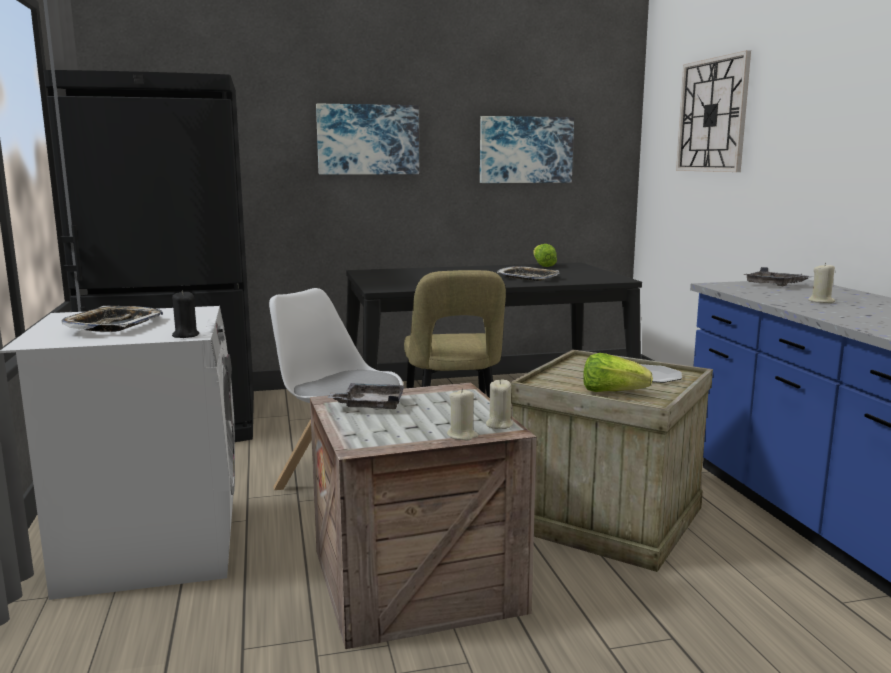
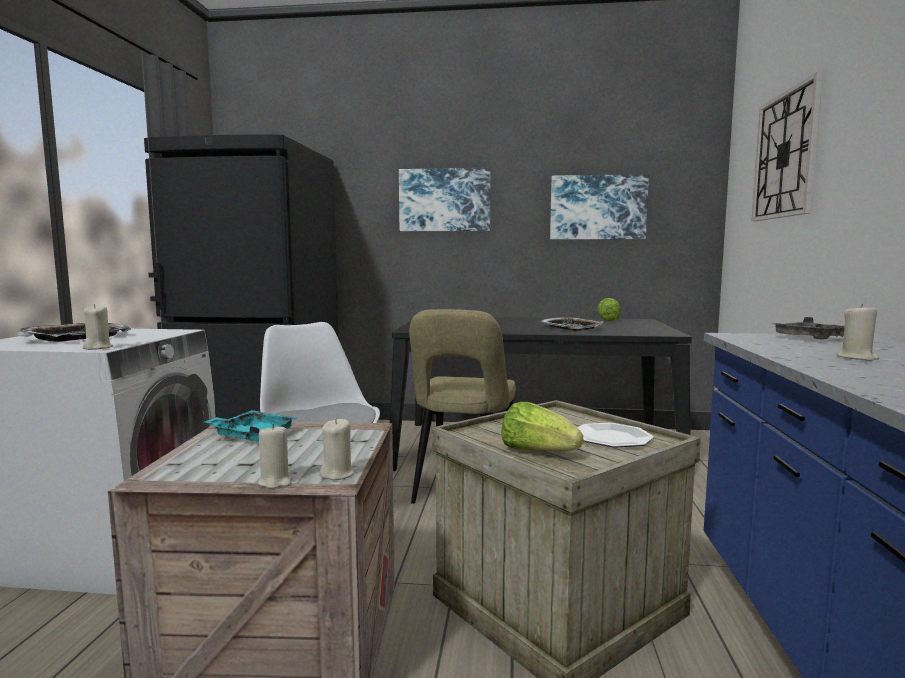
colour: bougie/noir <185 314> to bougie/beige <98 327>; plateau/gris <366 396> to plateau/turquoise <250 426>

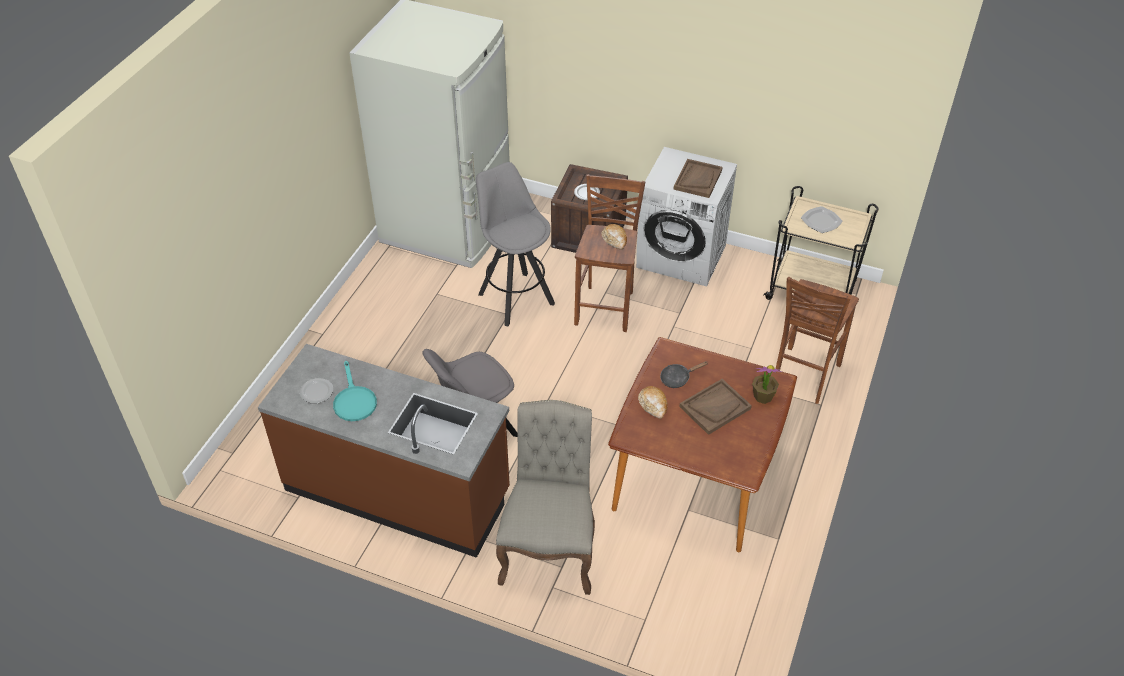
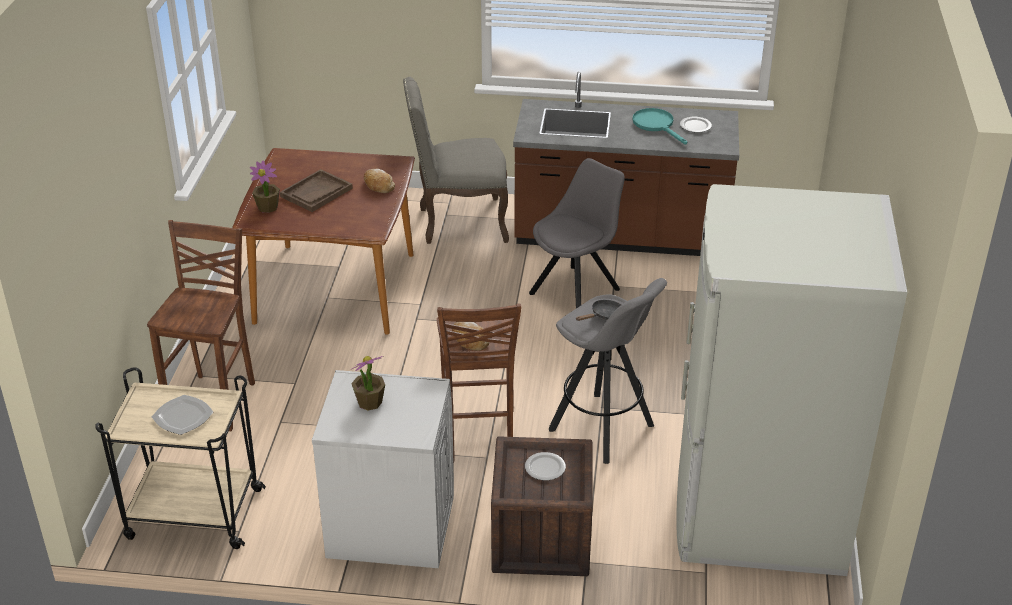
relocated: poêle/noir <684 374> to <599 310>
exchanged: plateau/marron <698 178> to plante en pot <368 383>
spun: chaise/gris <545 497> = <456 160> 90 degrees clockwise

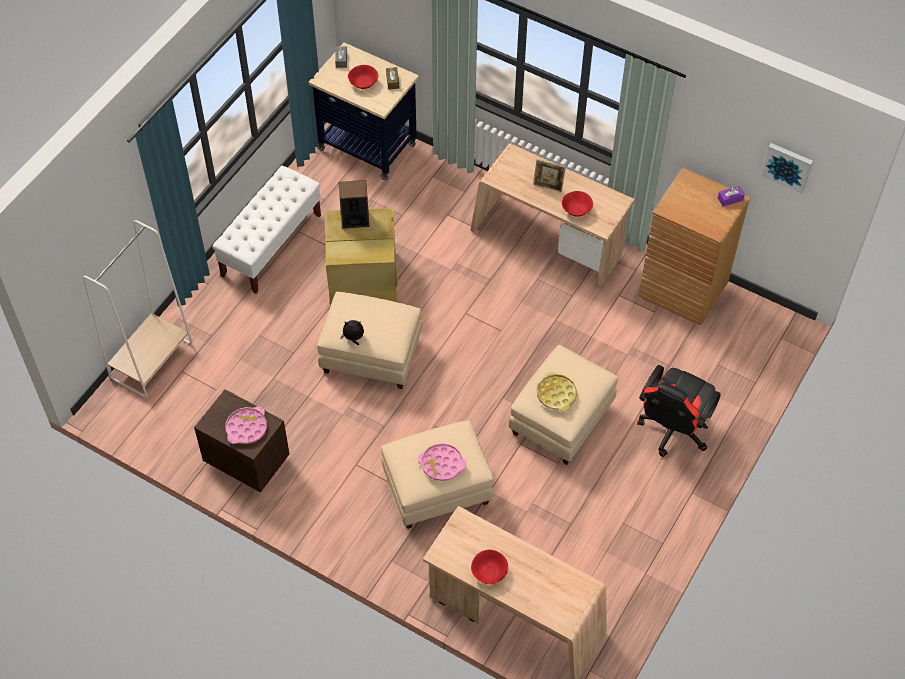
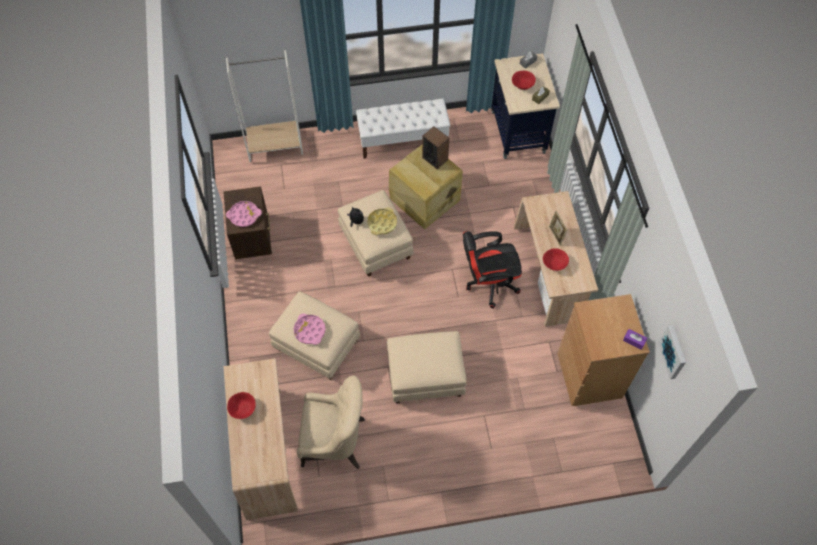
appeared: chaise/beige <331 422>
relocated: chaise de bureau/noir <679 411> to <492 270>; plateau/jaune <557 391> to <382 221>

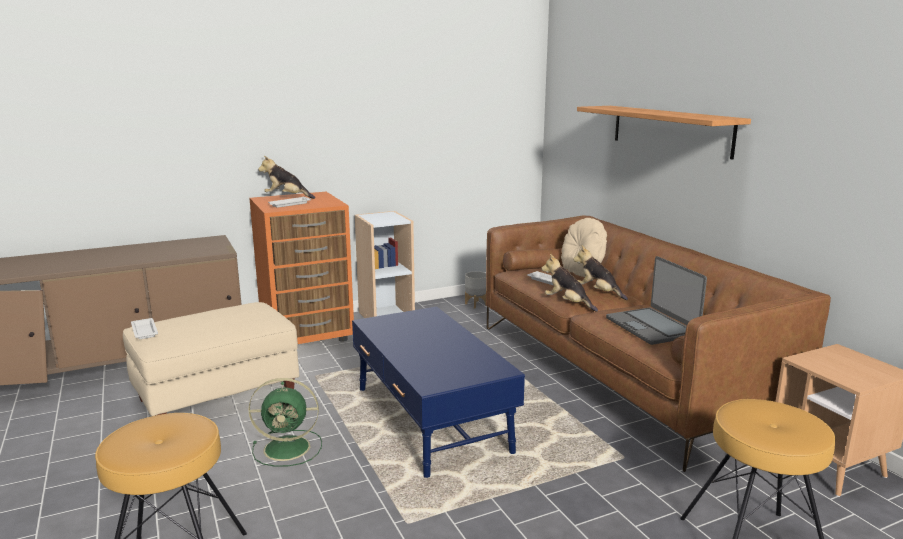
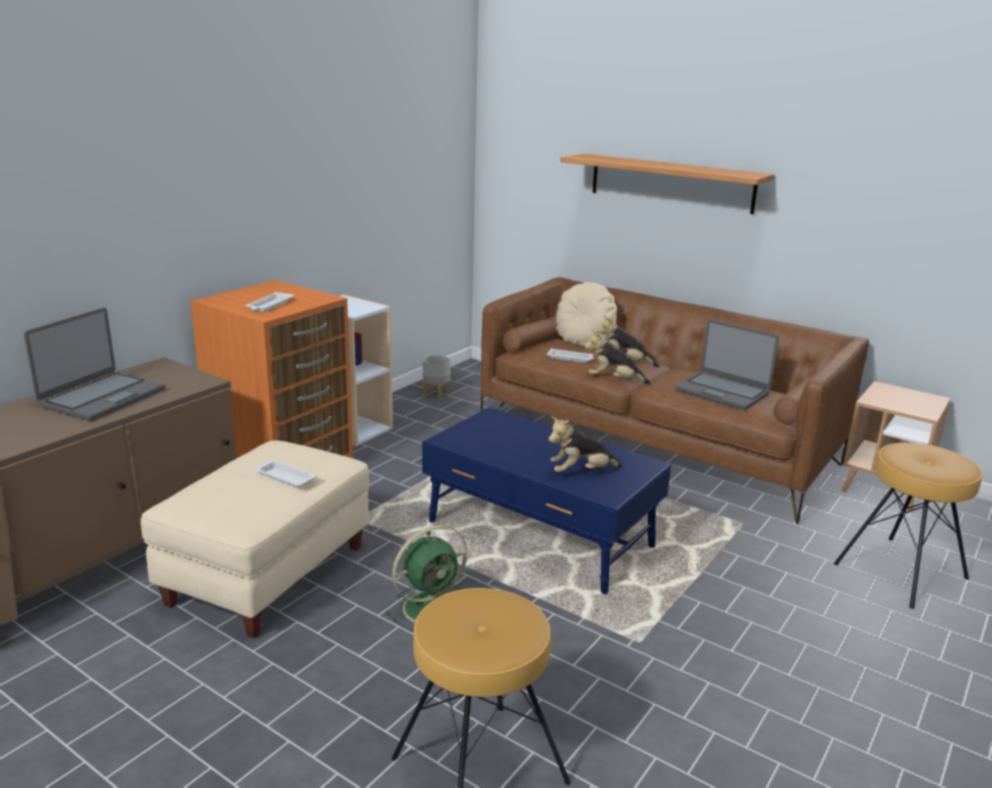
appeared: ordinateur portable <94 364>
relocated: peluche <286 177> to <585 444>; plateau/blanc <144 328> to <286 474>

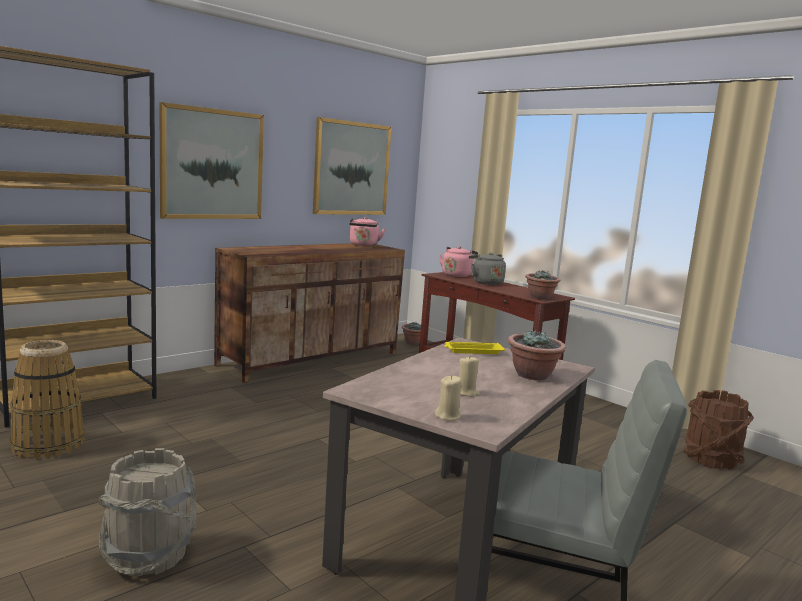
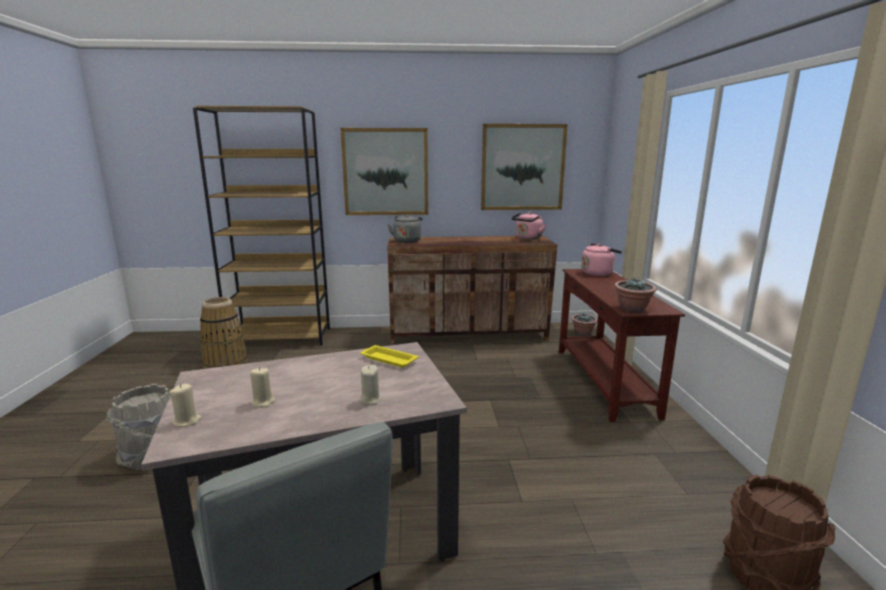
relocated: bouilloire/gris <487 268> to <405 229>
exchanged: plante en pot <537 355> to bougie/beige <370 385>

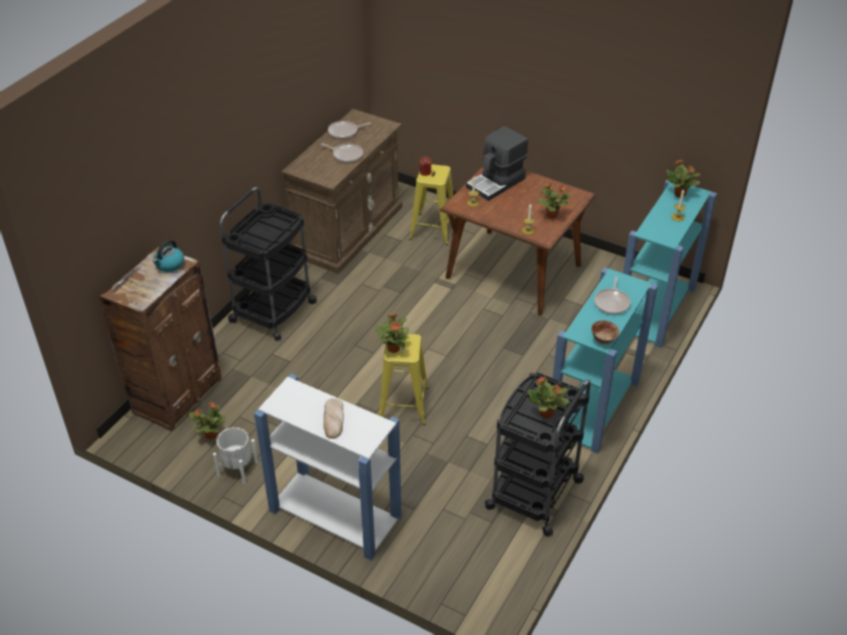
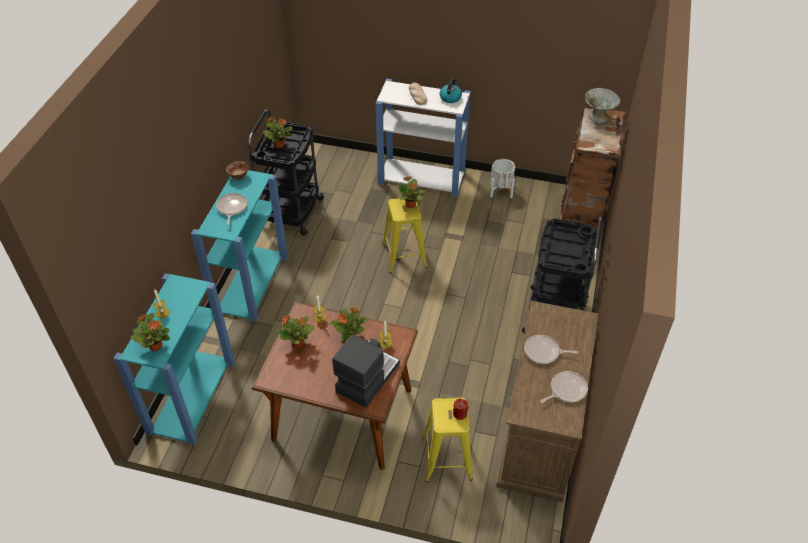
appeared: bol/gris <602 105>
relocated: bouilloire <168 255> to <451 90>; plante en pot <207 420> to <349 324>

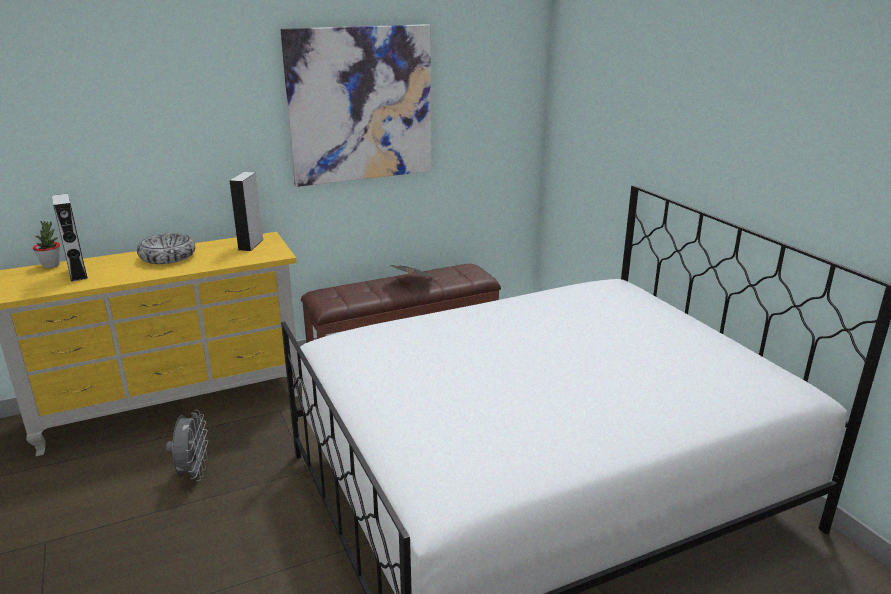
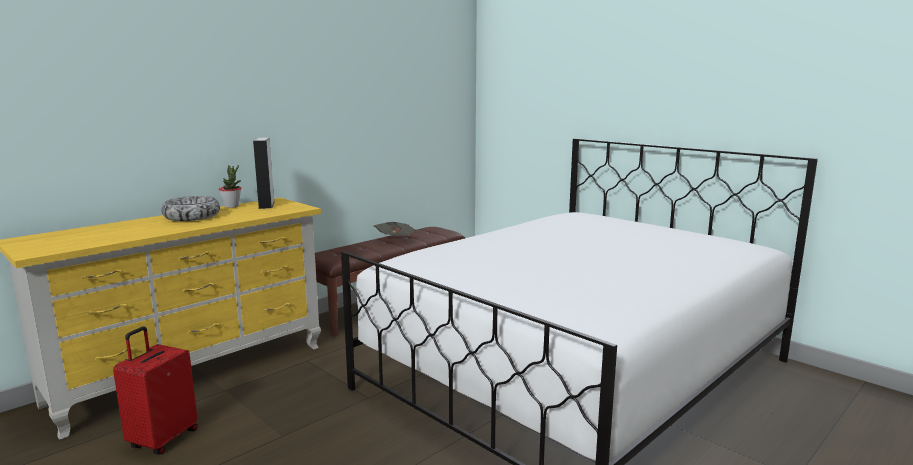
missing: tableau <356 105>; enceinte/gris <70 238>; ventilateur/gris <187 445>
appeared: valise/rouge <155 390>
relocated: plante en pot <46 244> to <230 186>

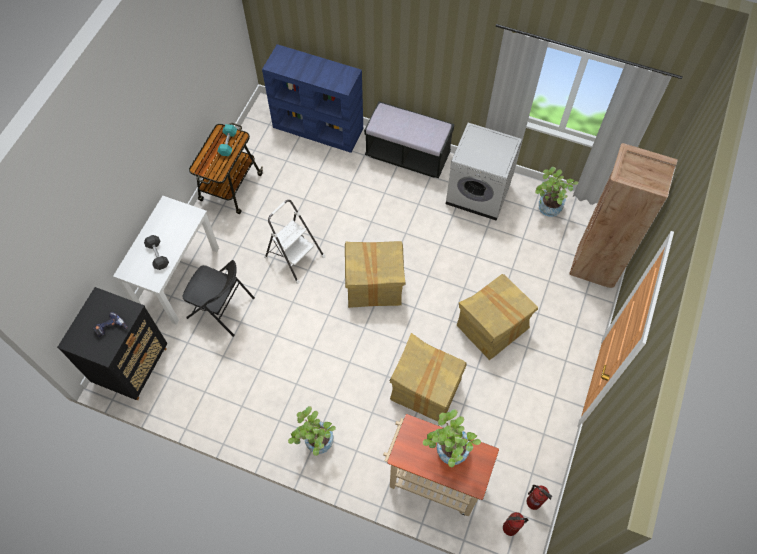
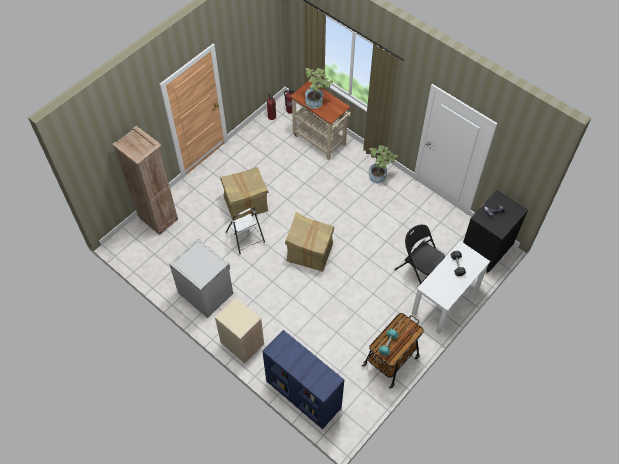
missing: plante en pot <557 192>; carton <428 377>
relocated: escabeau/blanc <295 242> to <245 232>
exchanged: banc/noir <409 139> to bibliothèque/beige <239 330>

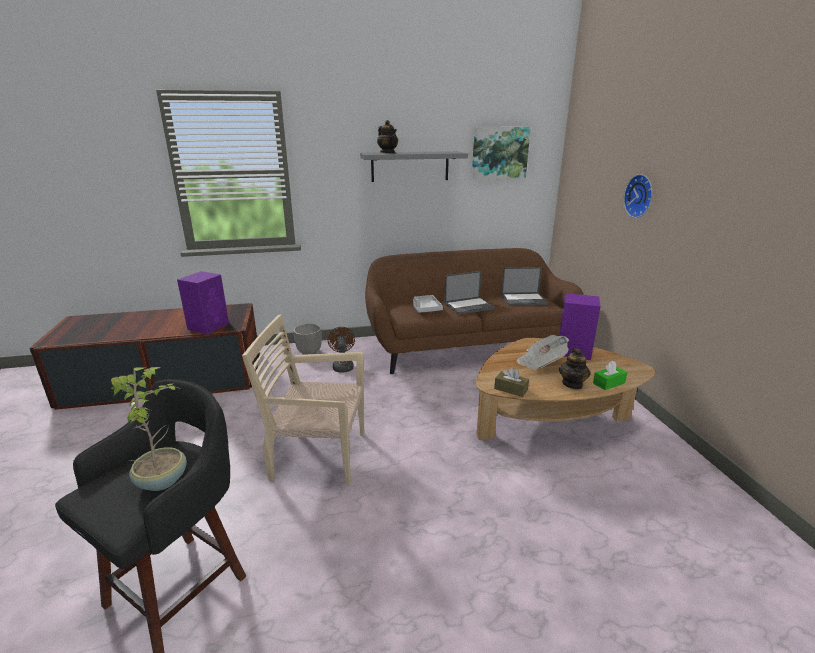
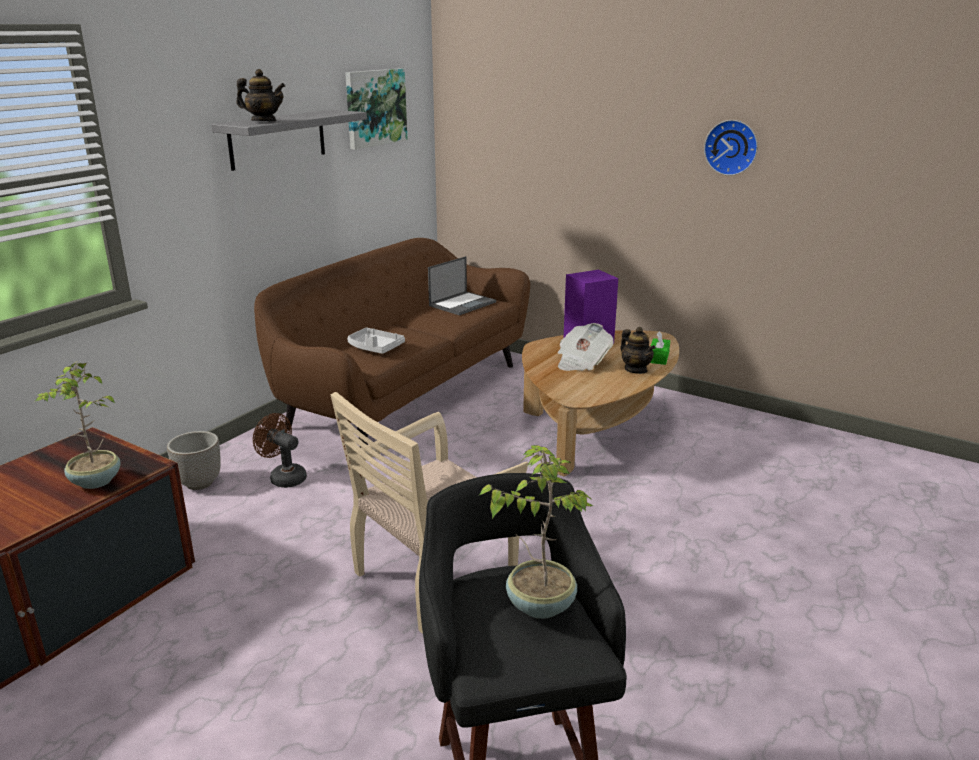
missing: ordinateur portable <469 293>; boîte à mouchoirs/marron <511 382>
relocated: horloge murale <638 196> to <731 148>
exchanged: enceinte/violet <203 302> to plante en pot <78 425>

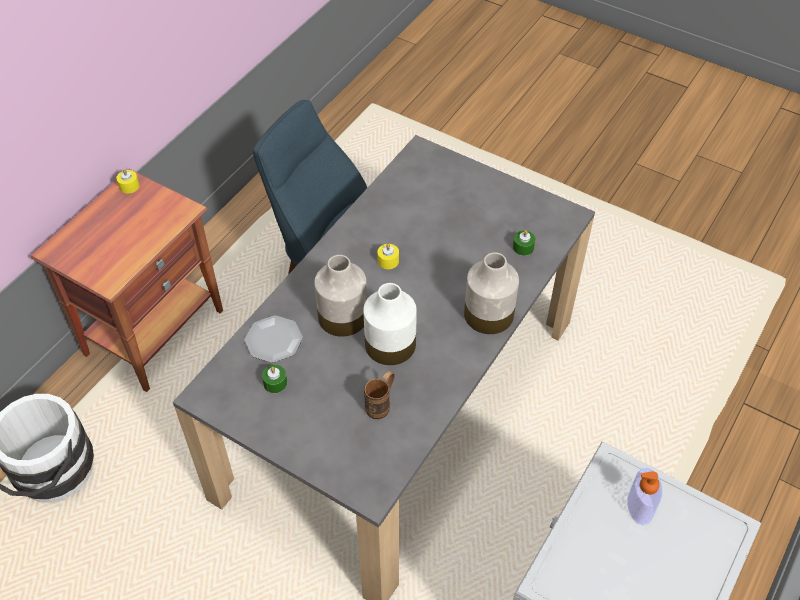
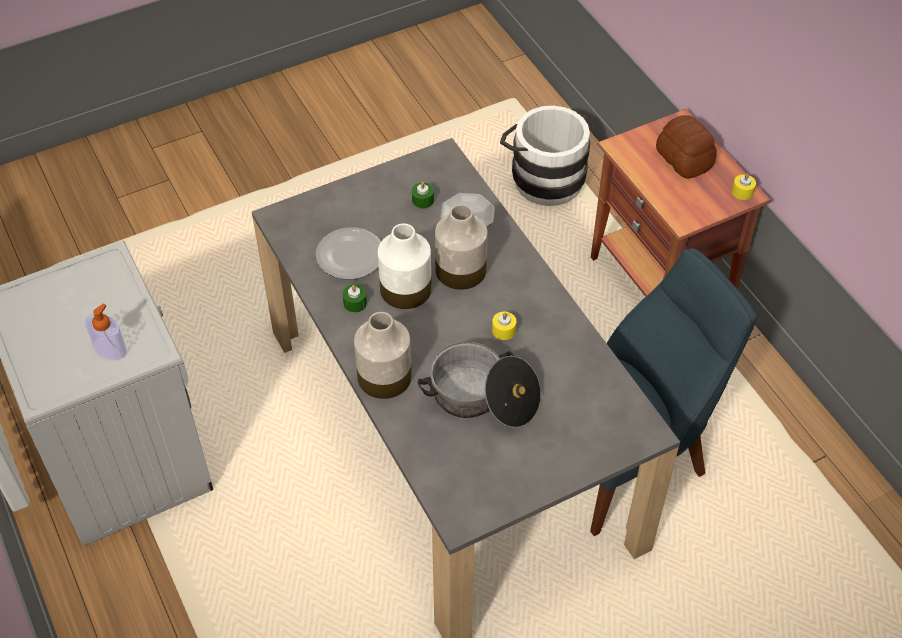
appeared: pain <686 147>; marmite <479 385>
relocated: bougie/vert <524 243> to <355 298>
exchanged: mug/marron <379 395> to assiette <348 253>

